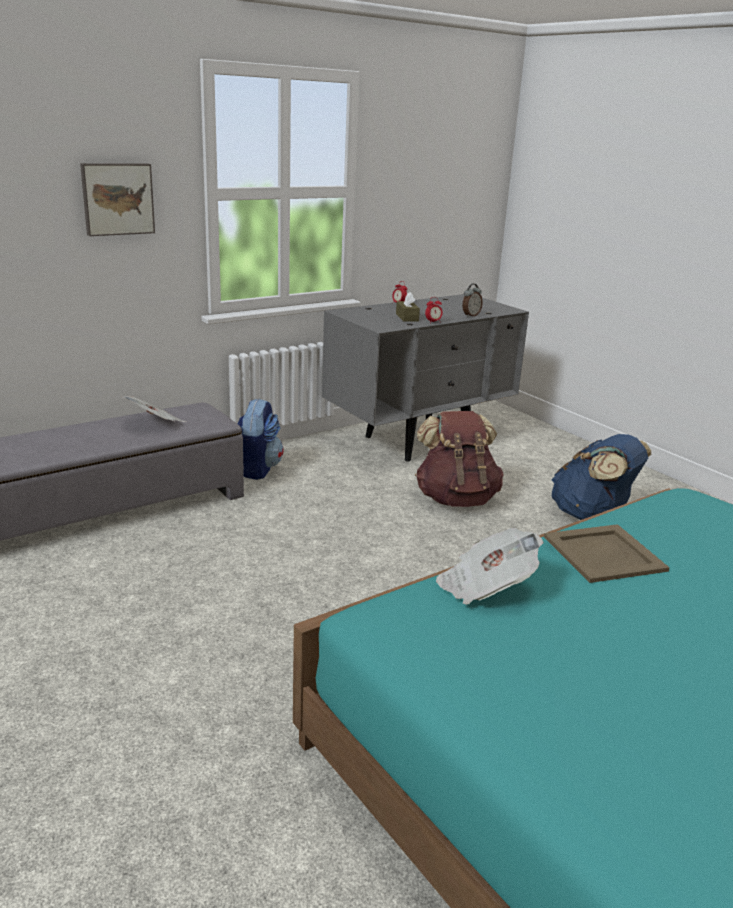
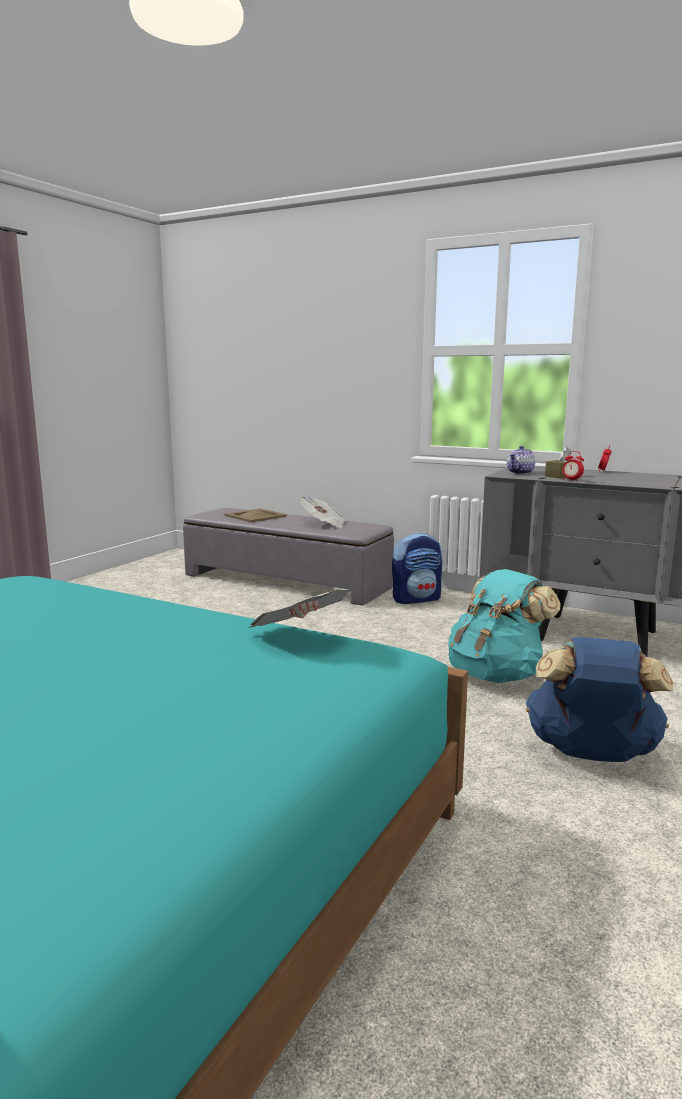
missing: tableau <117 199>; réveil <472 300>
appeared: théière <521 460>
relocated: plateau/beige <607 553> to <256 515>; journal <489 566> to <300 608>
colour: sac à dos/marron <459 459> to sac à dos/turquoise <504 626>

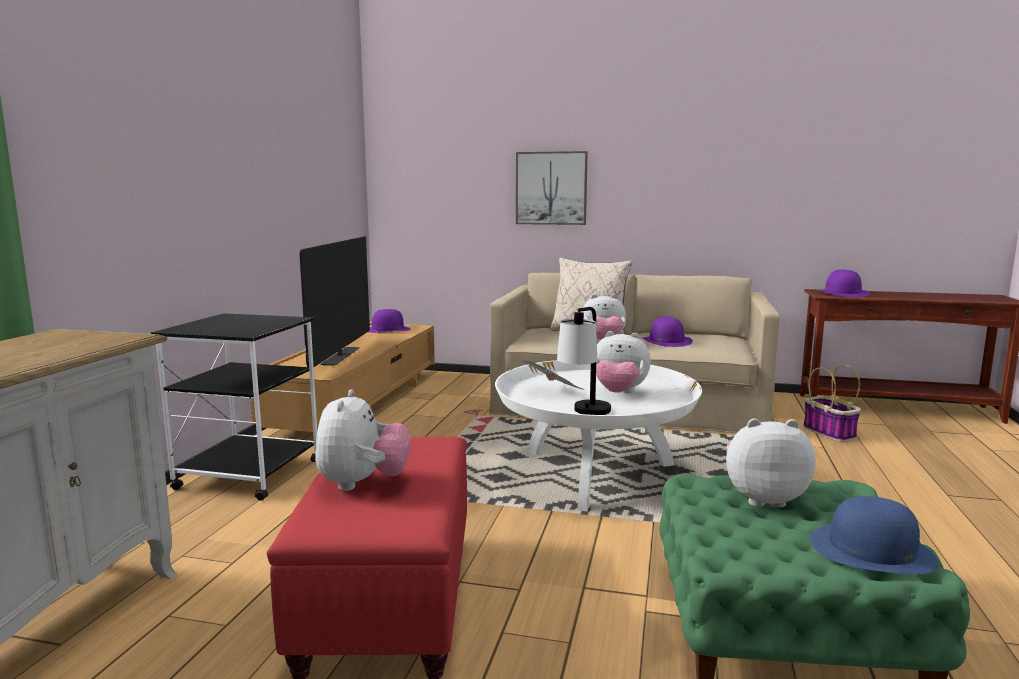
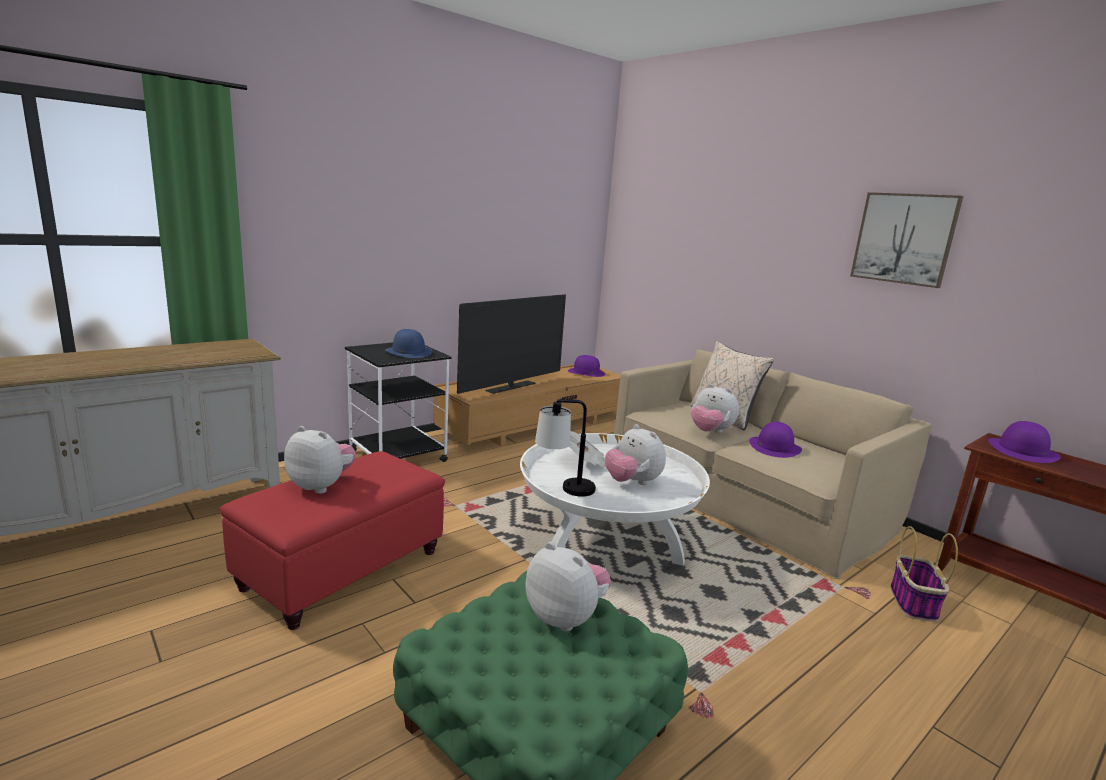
relocated: tableau <552 188> to <906 240>; chapeau/bleu <874 535> to <408 343>
spun: peluche <363 440> = <320 460> 105 degrees counterclockwise

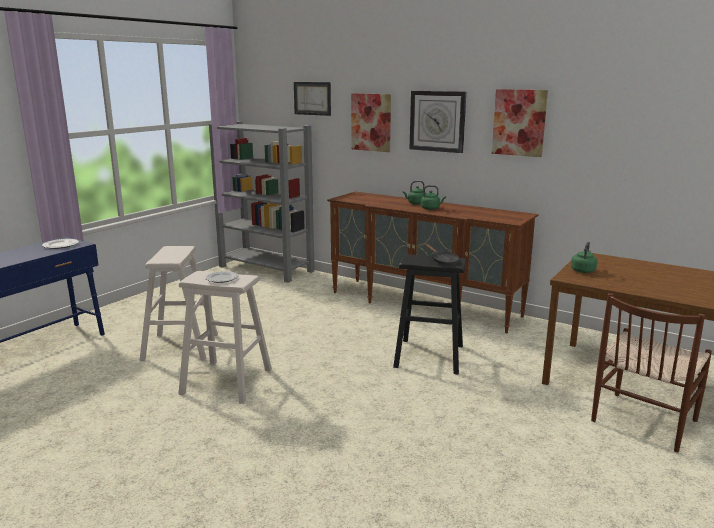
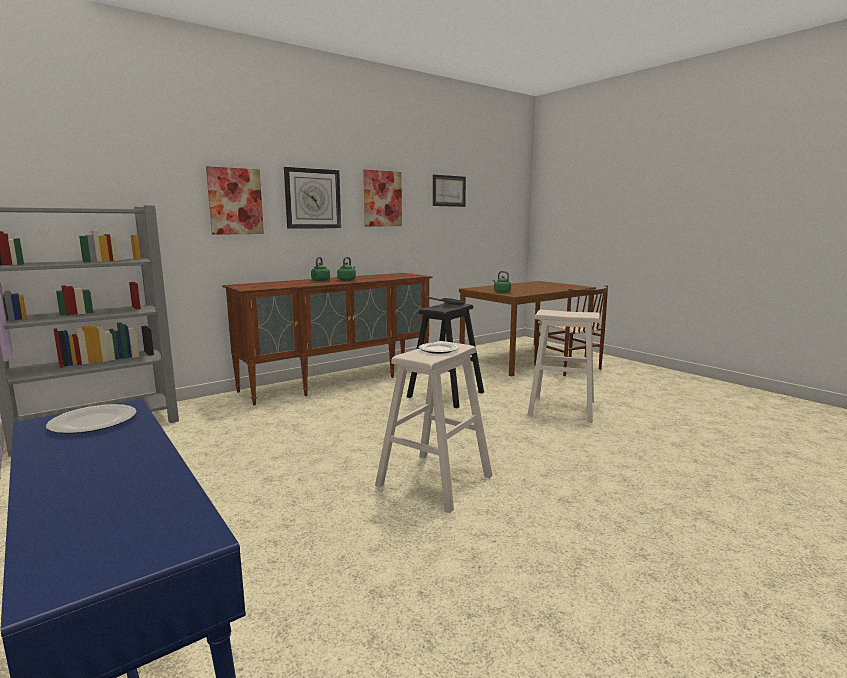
relocated: tableau <312 99> to <449 191>; tabouret/beige <178 303> to <564 366>

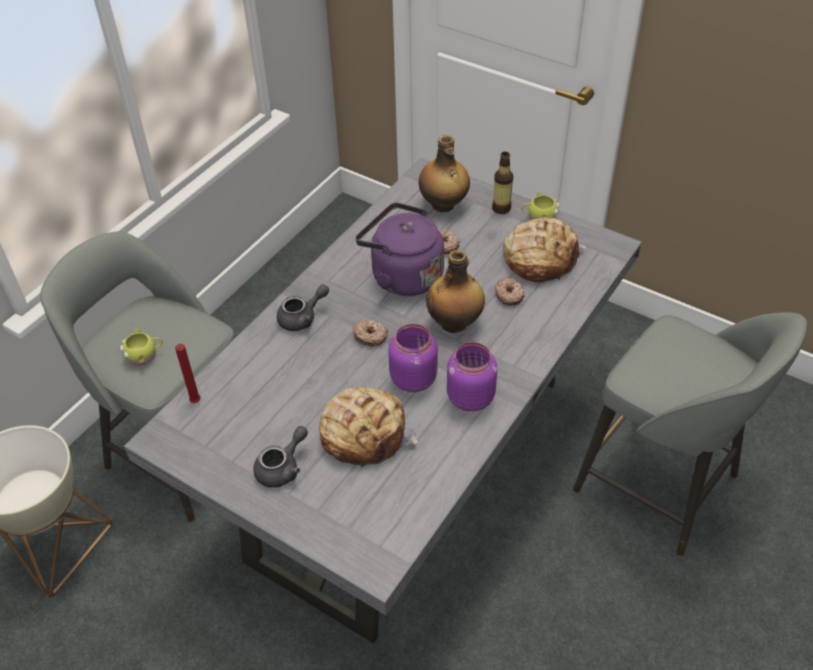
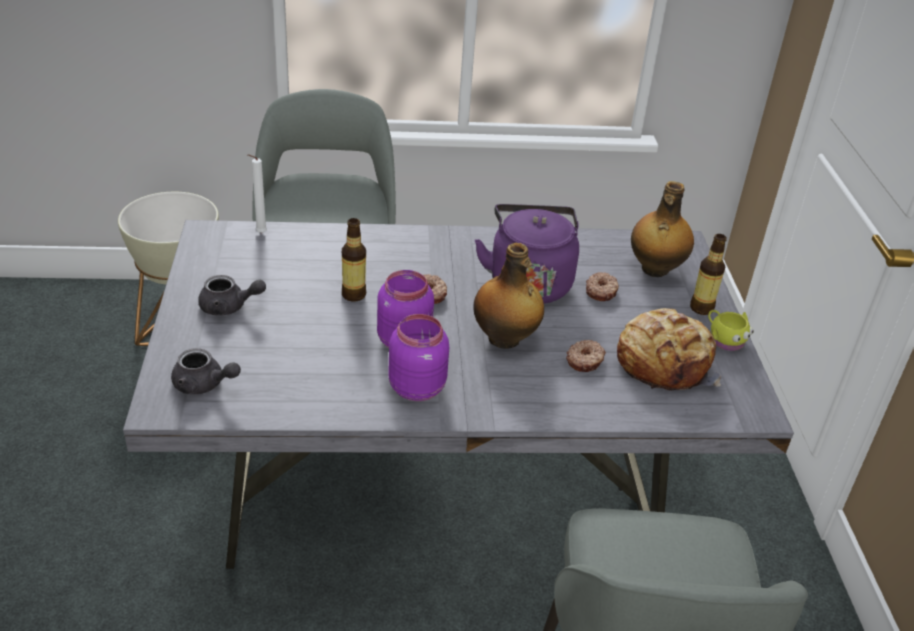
missing: mug/jaune <141 347>; pain <368 427>
appeared: bouteille <354 260>
relocated: théière/gris <303 308> to <206 371>
colour: bougie/rouge <188 373> to bougie/blanc <257 193>

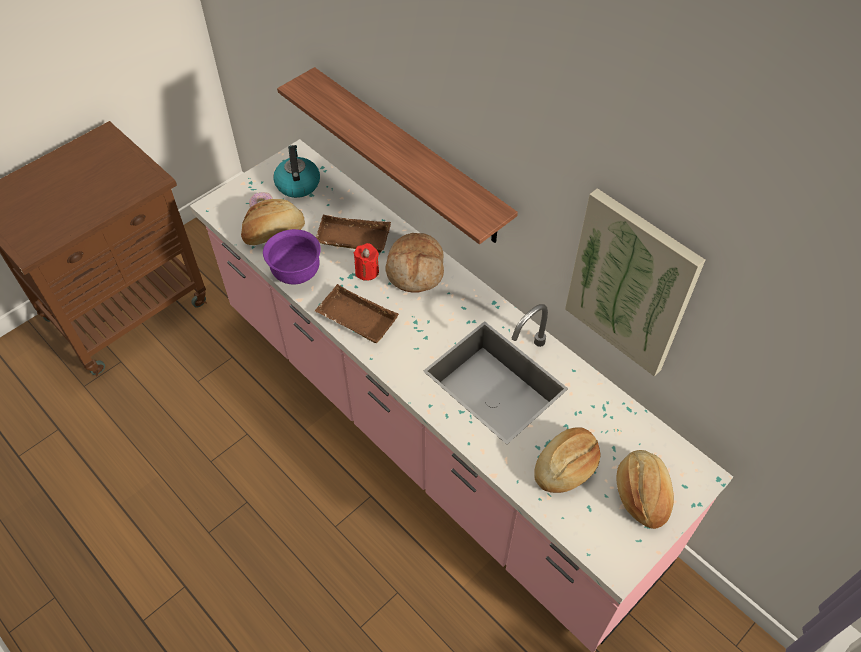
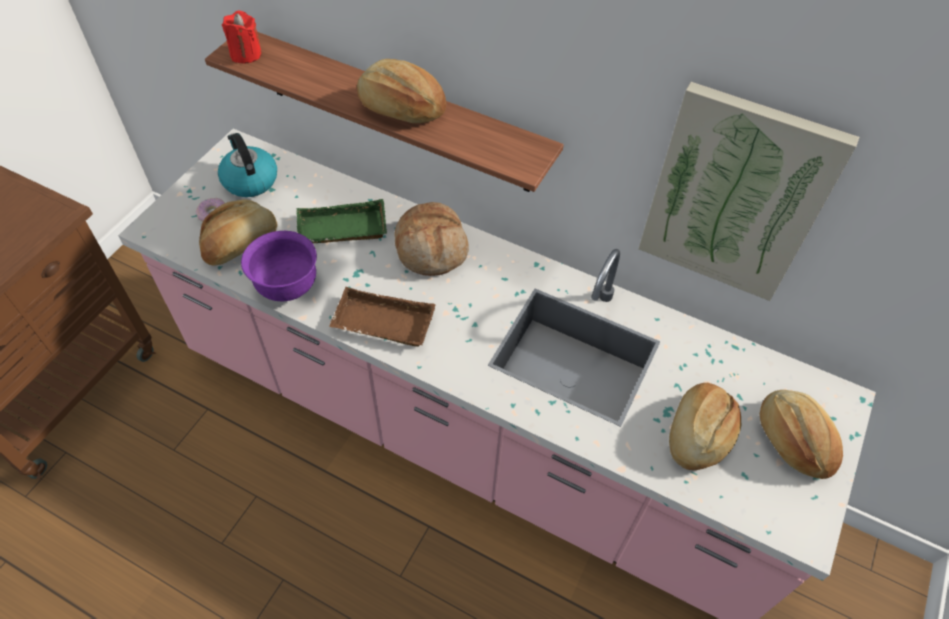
appeared: pain <401 91>
relocated: bougie/rouge <366 262> to <242 37>
colour: plateau/marron <353 233> to plateau/vert <341 221>

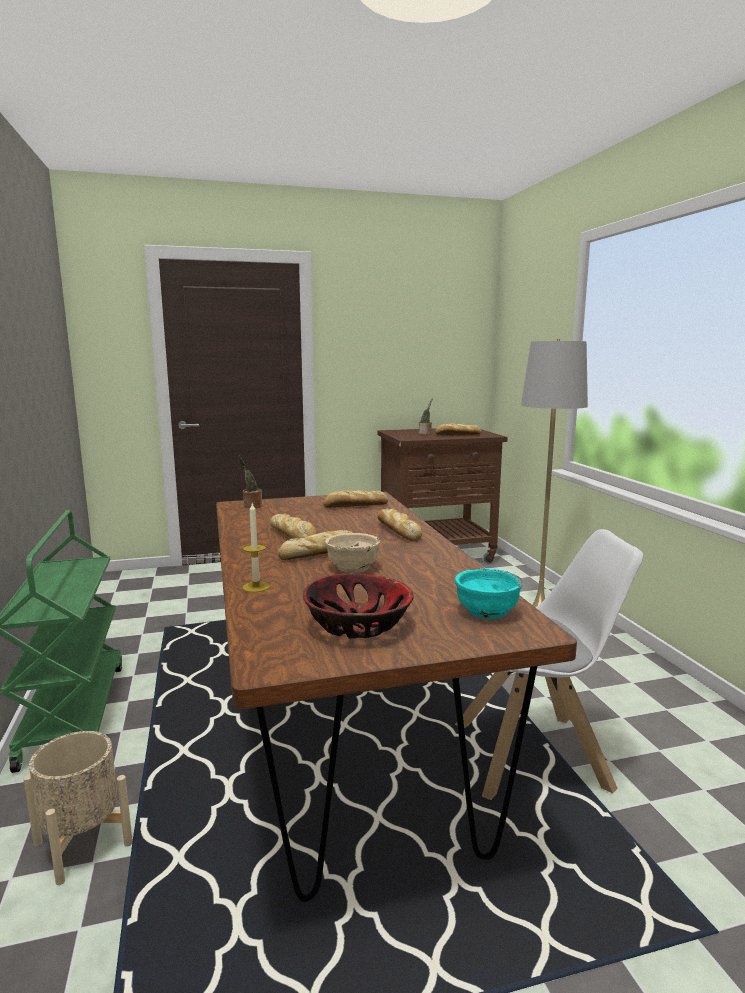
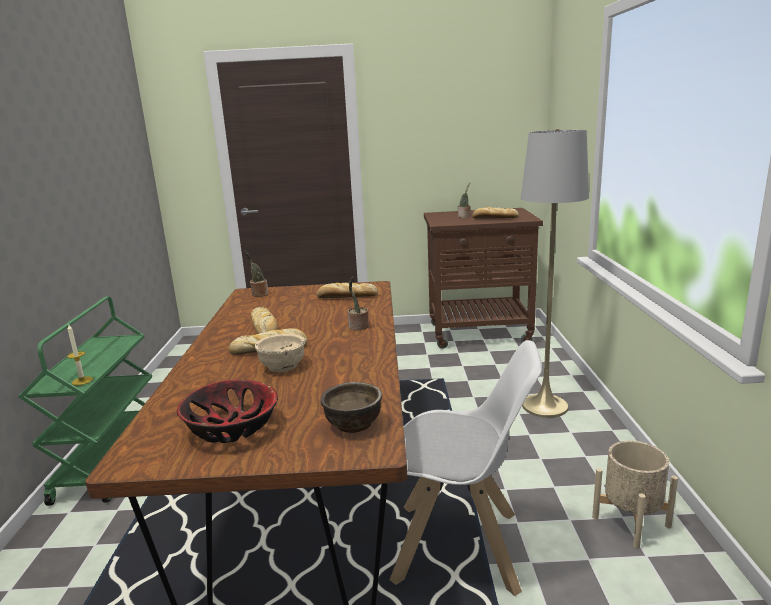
relocated: bougie <256 547> to <80 355>; cache-pot/beige <78 808> to <635 494>
exchanged: pain <400 524> to plante en pot <358 303>
colour: bol/turquoise <488 593> to bol/marron <351 407>

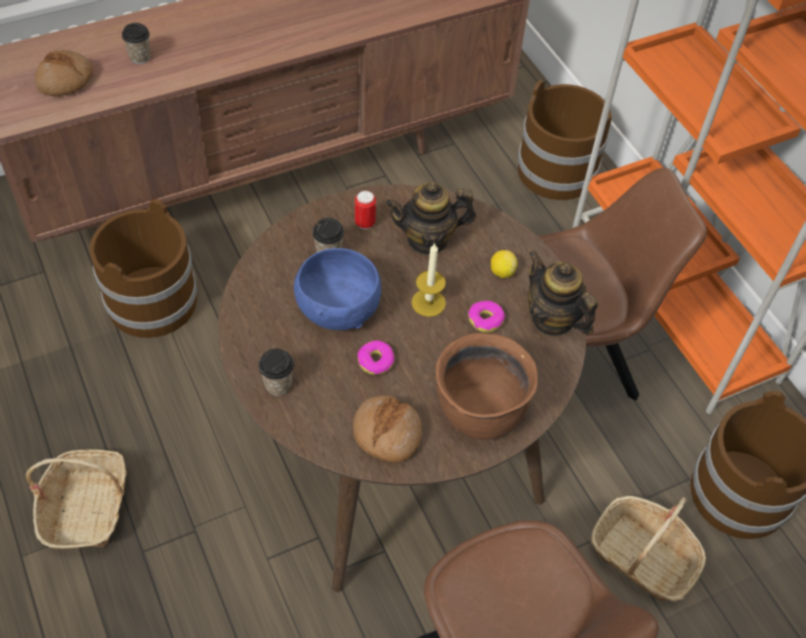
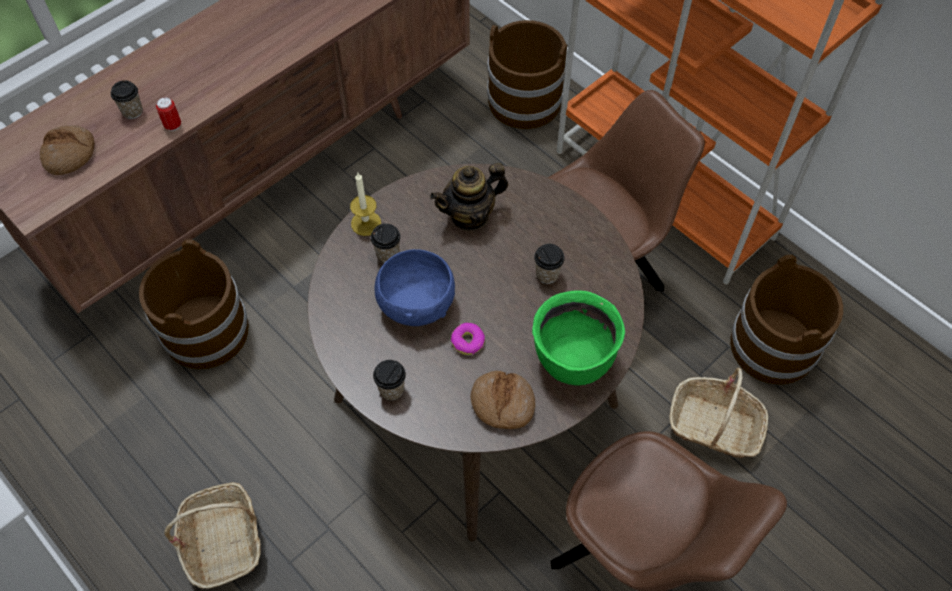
missing: citron <504 264>; théière <563 294>
relocated: boîte métallique <365 210> to <168 114>; bougie <429 279> to <365 204>
exchanged: beignet <486 317> to tasse <549 264>
colour: marmite/marron <487 386> to marmite/vert <578 338>

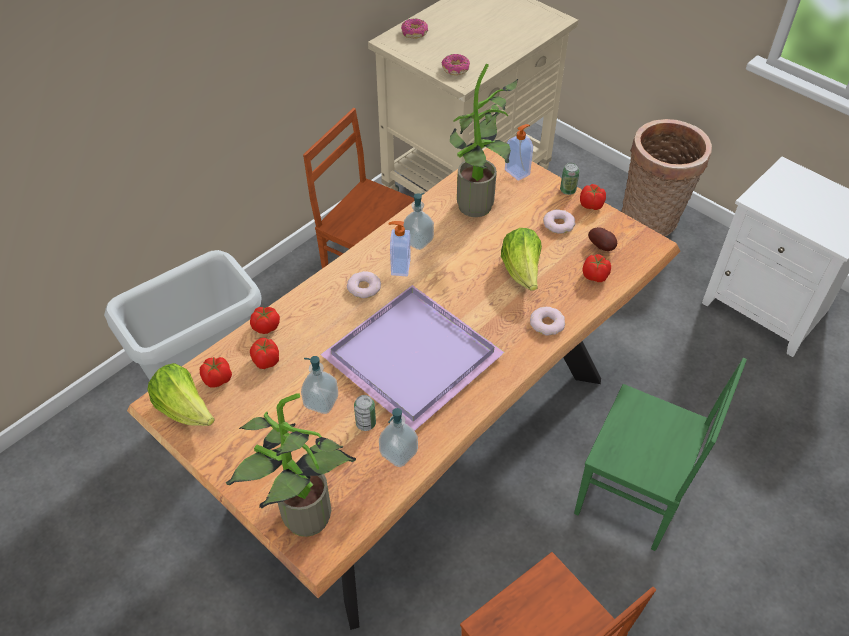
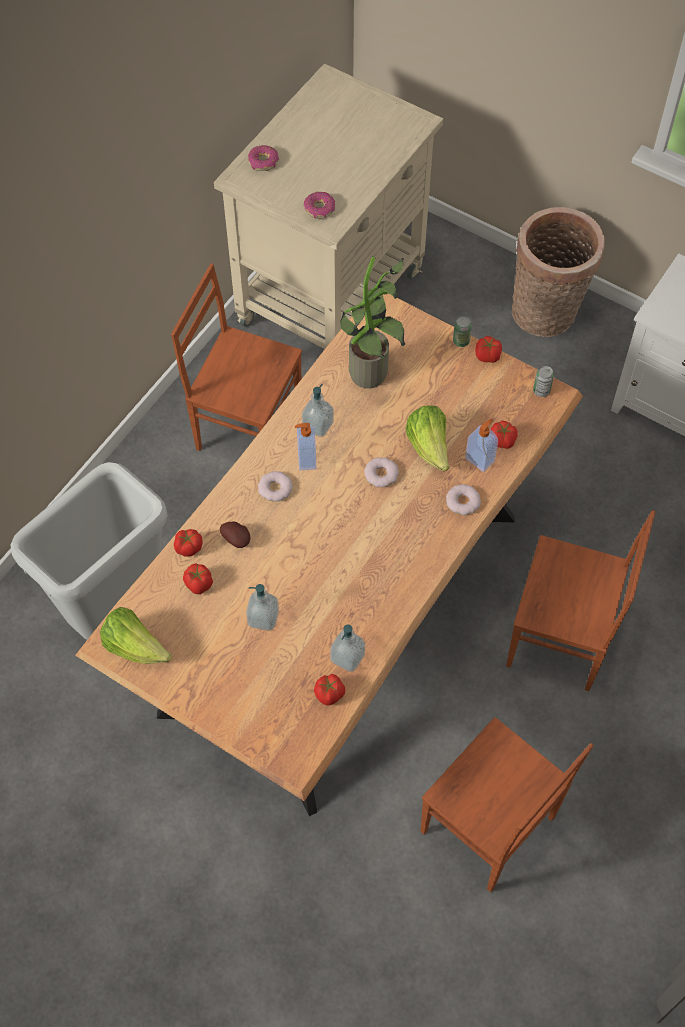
missing: plateau/violet <412 358>; plante en pot <291 465>
relocated: distributeur de savon <519 152> to <481 445>; beignet <559 221> to <381 472>; pomme de terre <602 239> to <235 535>; tomate <216 372> to <329 690>; boîte métallique <365 413> to <543 381>
colour: chaise/vert <660 454> to chaise/marron <580 600>

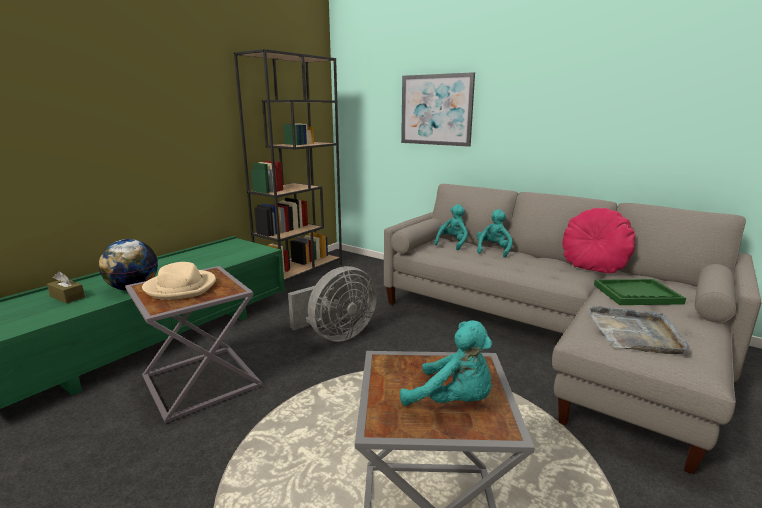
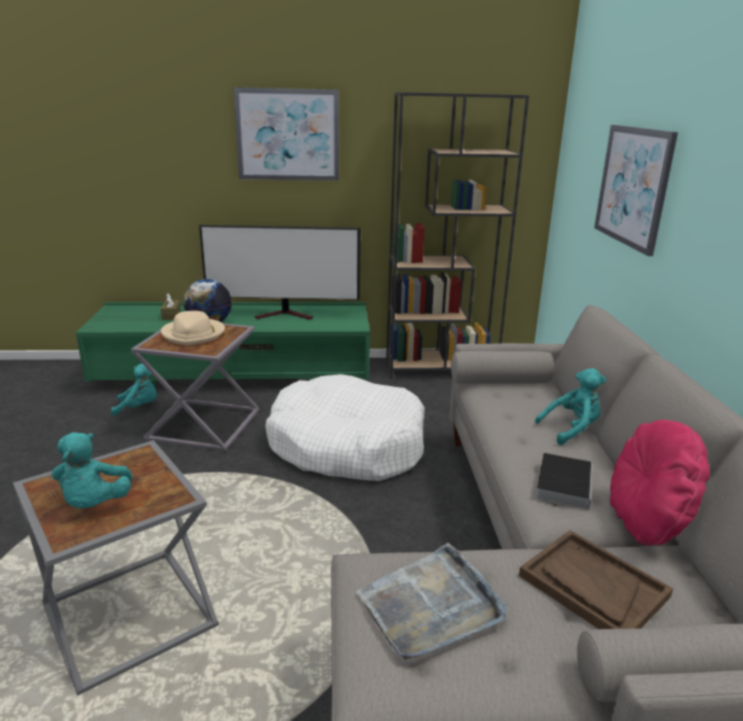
appeared: tableau <286 134>; téléviseur <280 272>; livre <564 481>
relocated: peluche/turquoise <451 227> to <134 390>
exchanged: ventilateur/gris <332 304> to panier pour chien/blanc <345 427>
colour: plateau/vert <640 292> to plateau/marron <596 579>

